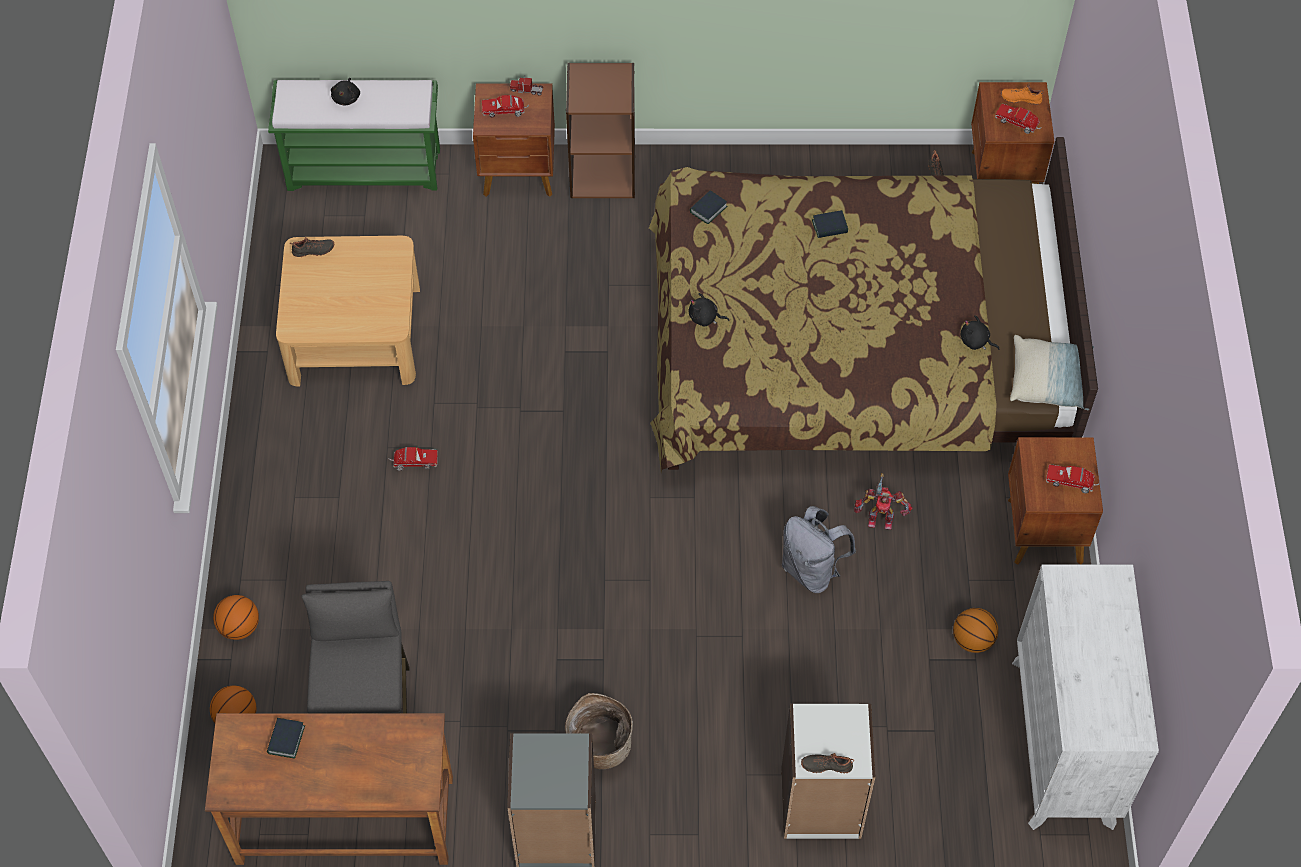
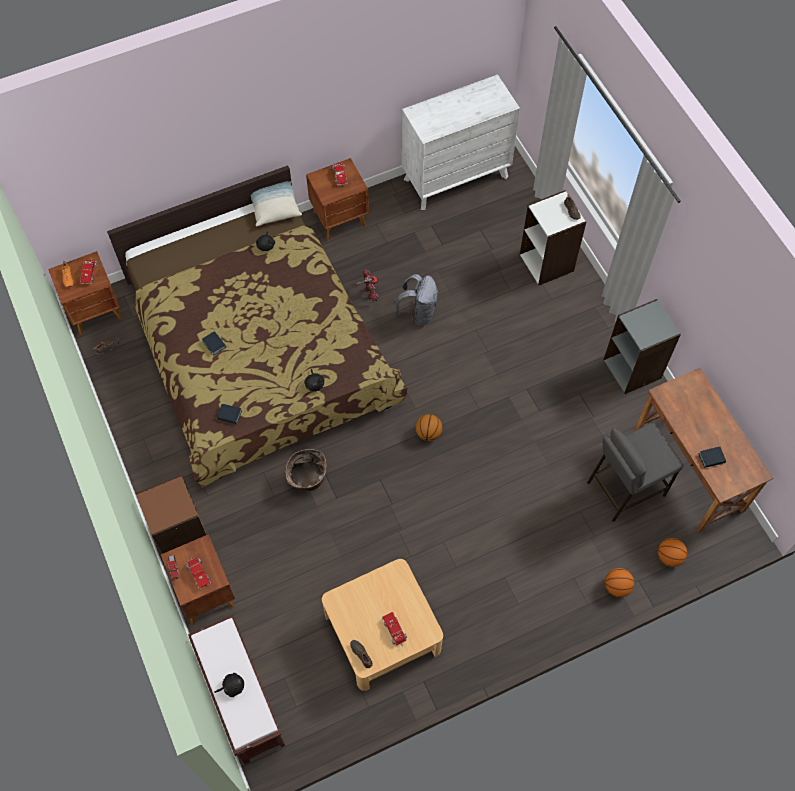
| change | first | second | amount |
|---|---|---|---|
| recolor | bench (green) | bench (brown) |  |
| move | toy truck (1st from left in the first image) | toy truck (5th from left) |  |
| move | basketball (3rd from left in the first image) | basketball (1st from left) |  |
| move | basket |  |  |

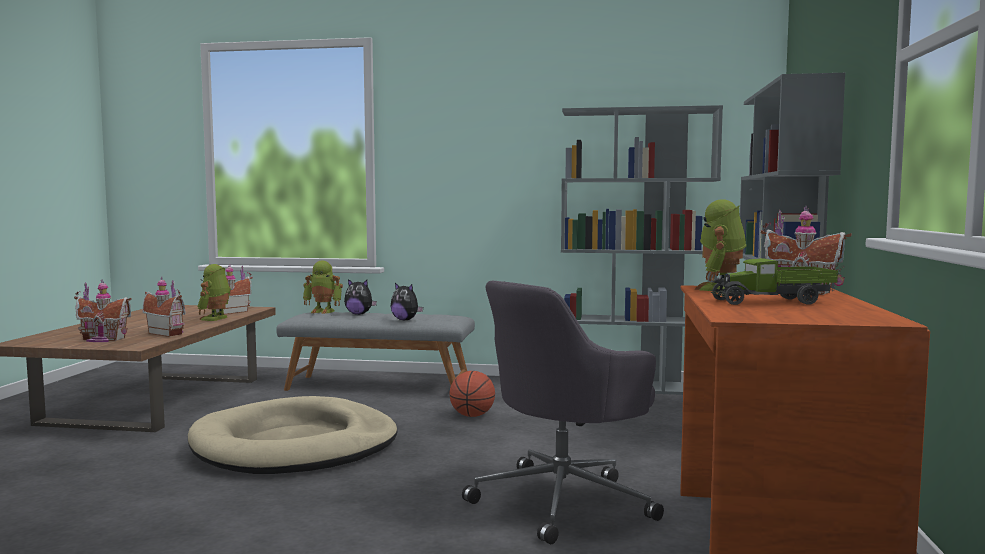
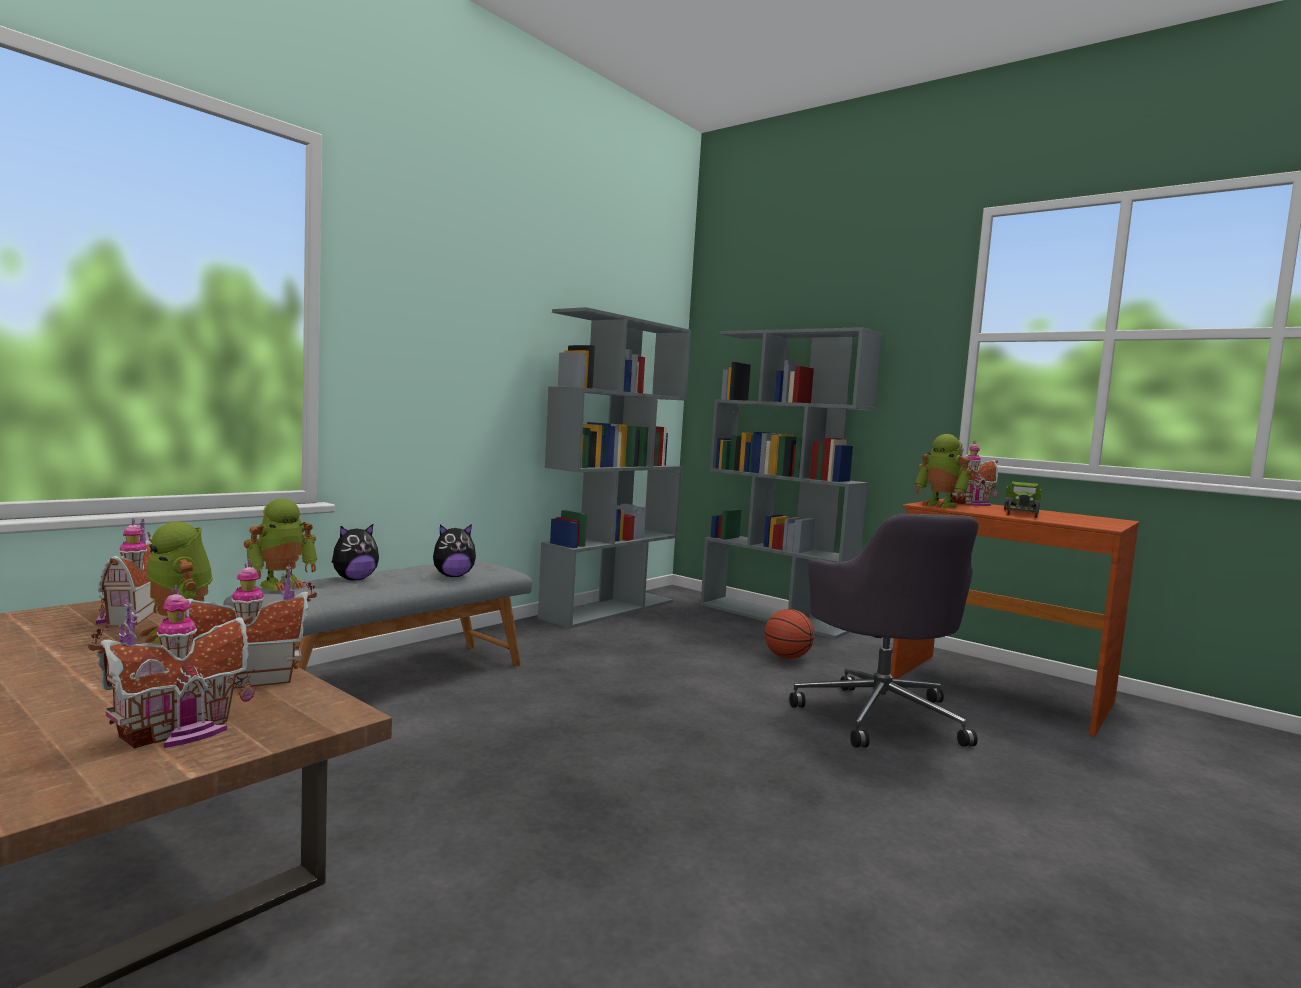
| change | first | second | amount |
|---|---|---|---|
| move | basketball |  |  |
| delete | dog bed (beige) |  |  |

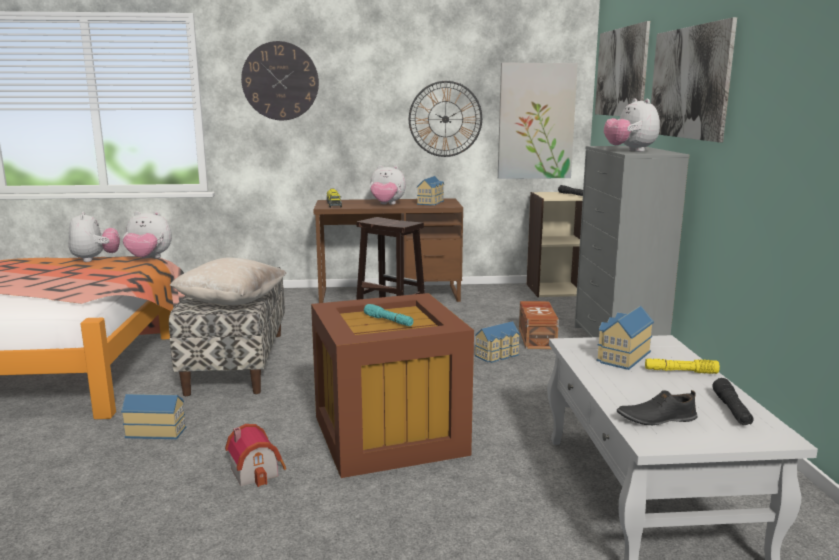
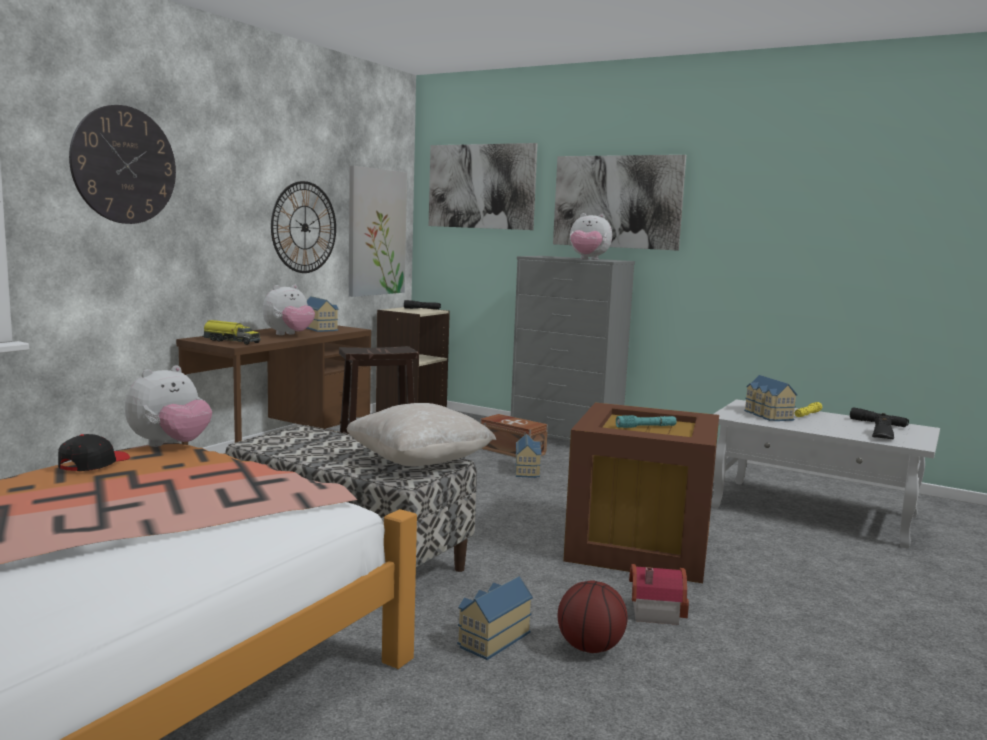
| change | first | second | amount |
|---|---|---|---|
| replace | plush toy (1st from left) | cap (black) |  |
| insert |  | basketball |  |

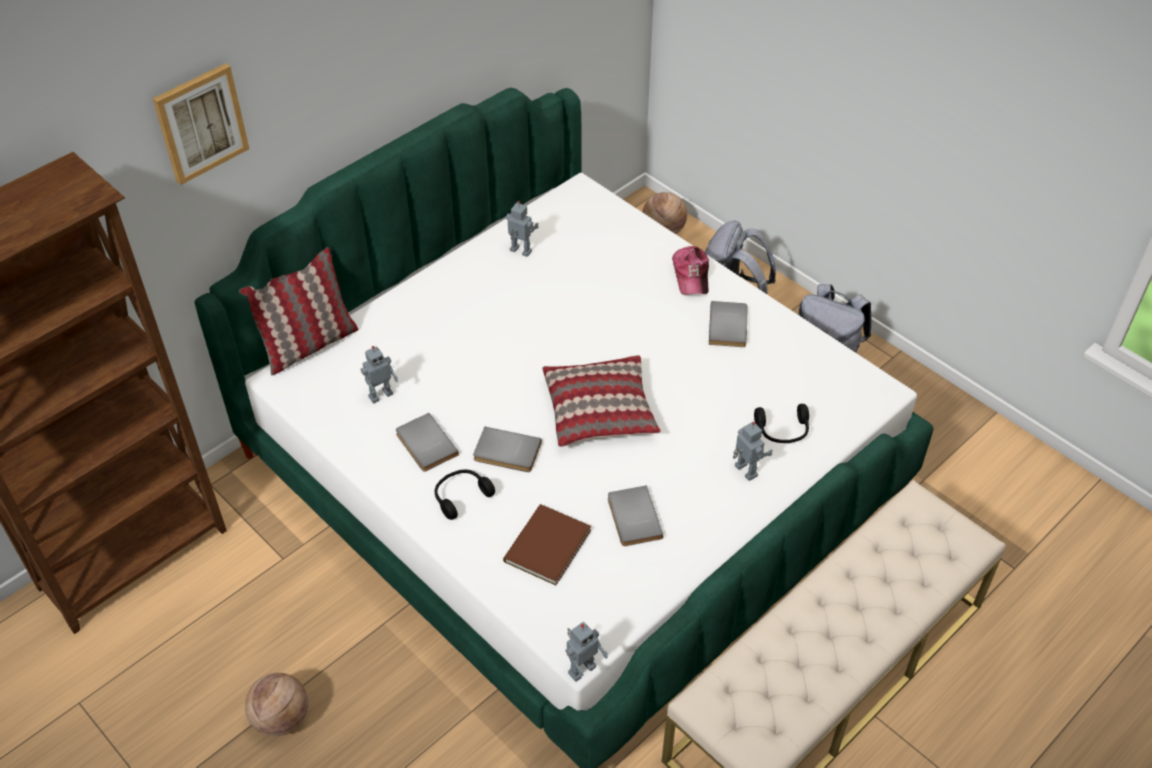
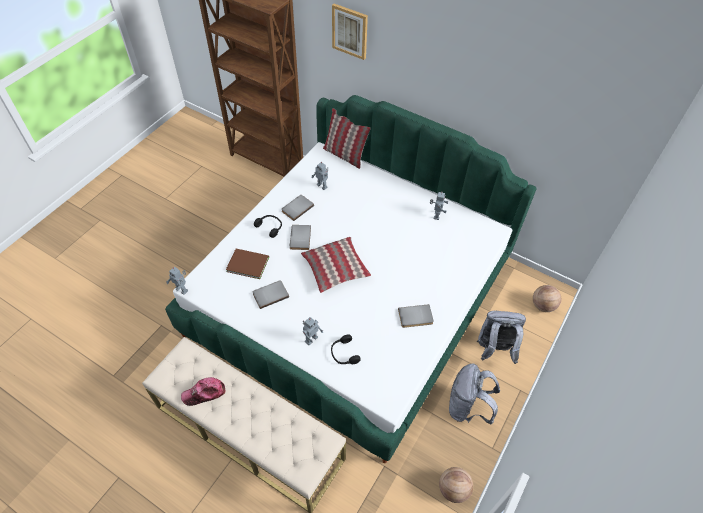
| change | first | second | amount |
|---|---|---|---|
| move | cap |  |  |
| move | basketball (1st from left) |  |  |

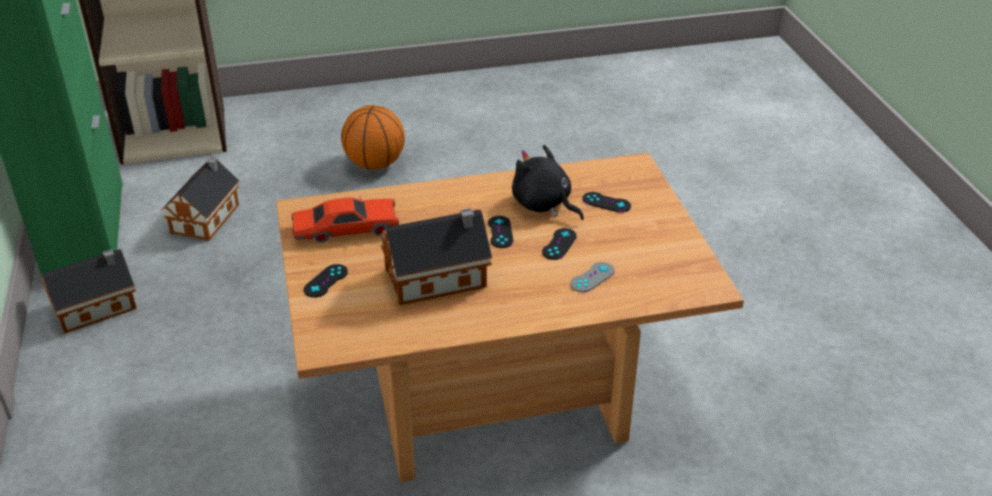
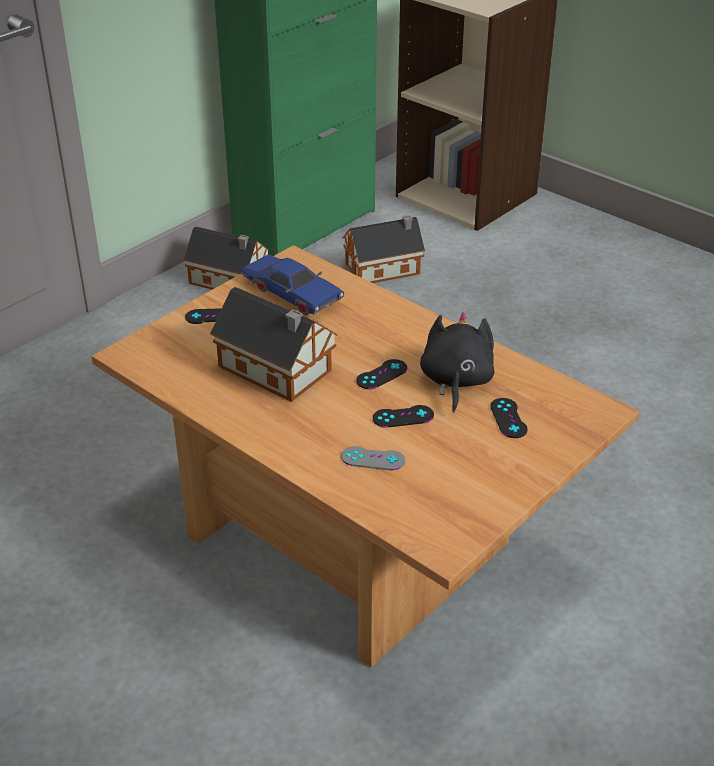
| change | first | second | amount |
|---|---|---|---|
| delete | basketball |  |  |
| recolor | toy car (red) | toy car (blue) |  |

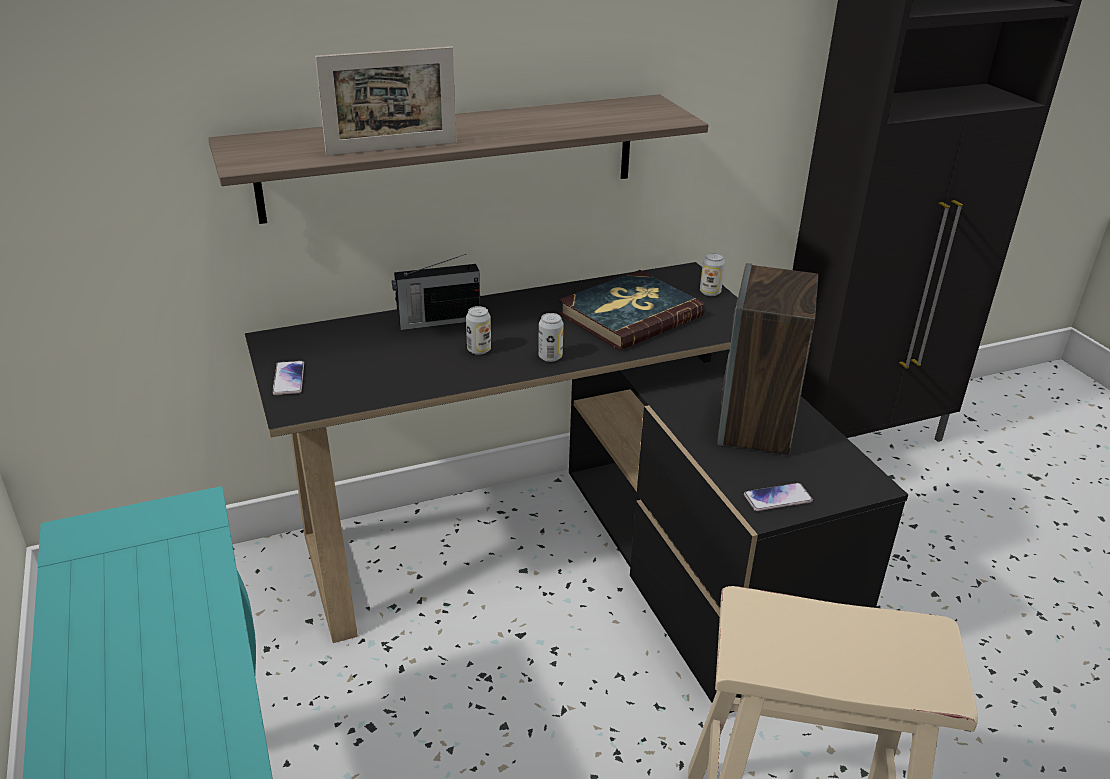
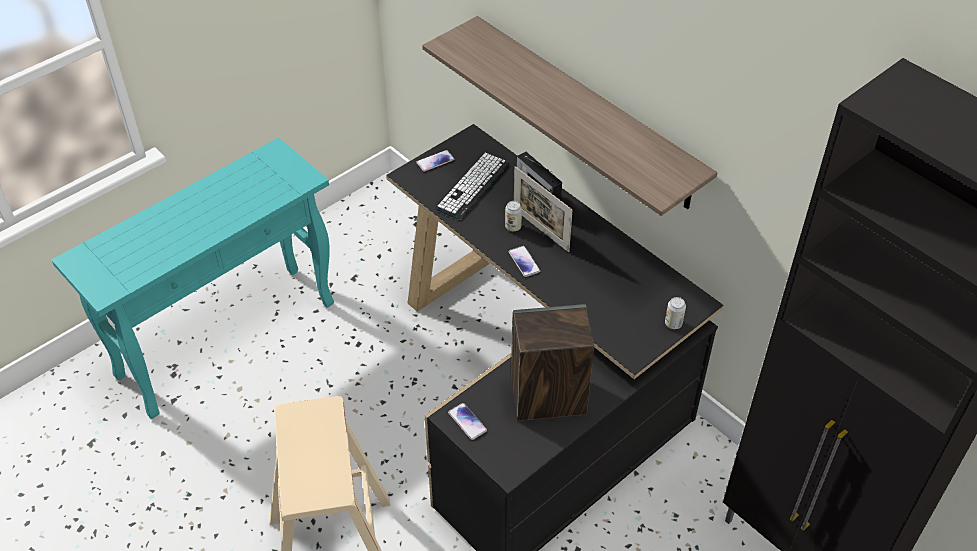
| change | first | second | amount |
|---|---|---|---|
| move | picture frame |  |  |
| delete | book |  |  |
| replace | can (2nd from left) | phone (3rd from left) |  |
| insert |  | keyboard |  |

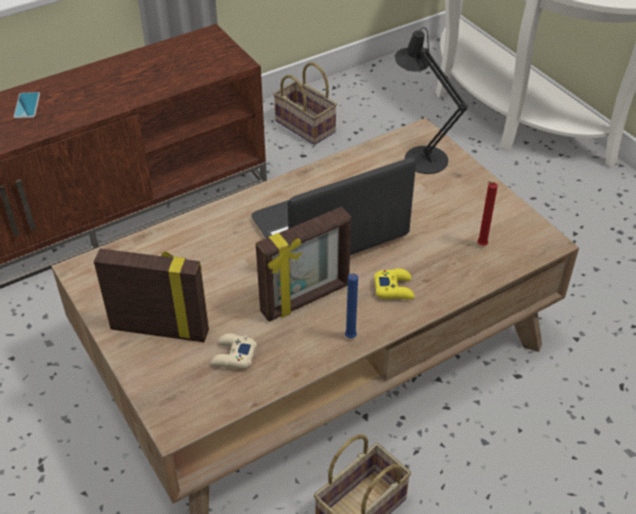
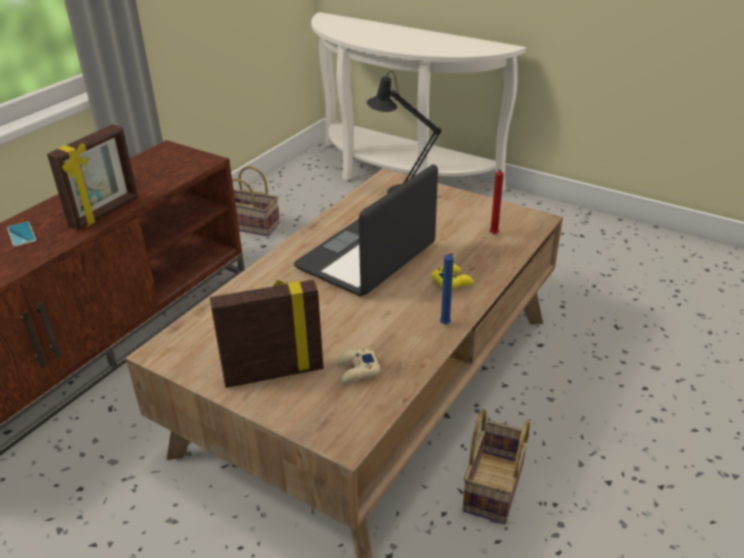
| change | first | second | amount |
|---|---|---|---|
| move | picture frame (2nd from left in the first image) | picture frame (1st from left) |  |

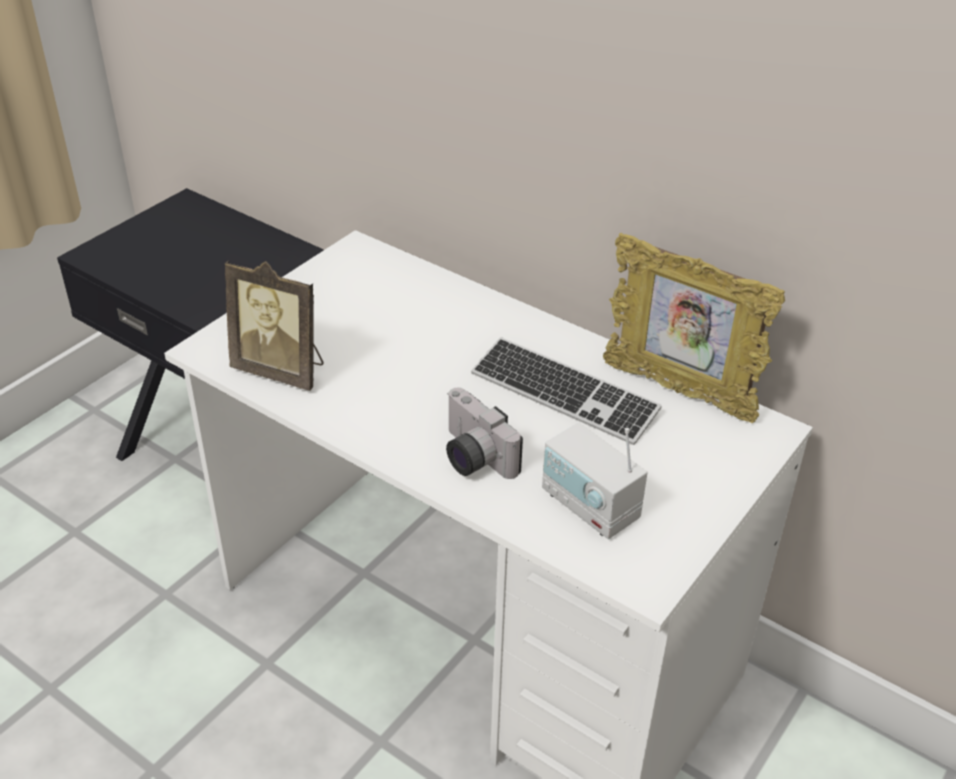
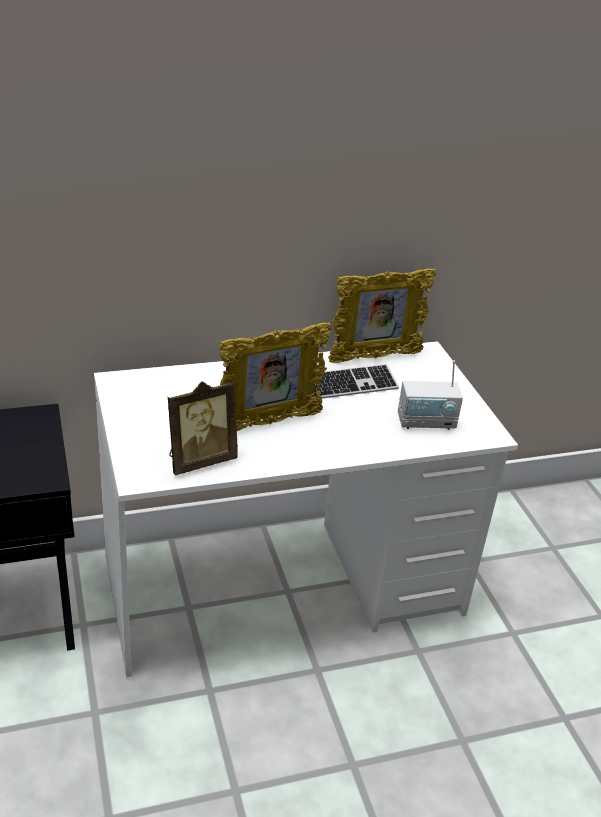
| change | first | second | amount |
|---|---|---|---|
| delete | photo camera |  |  |
| insert |  | picture frame (2nd from left) |  |

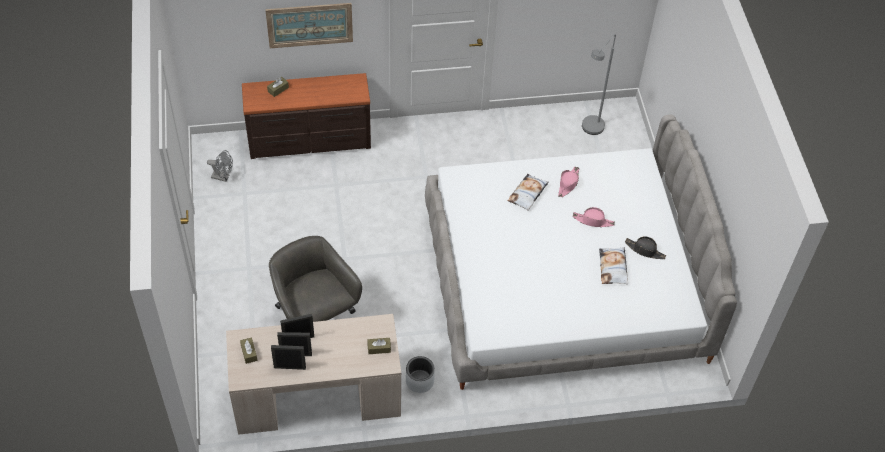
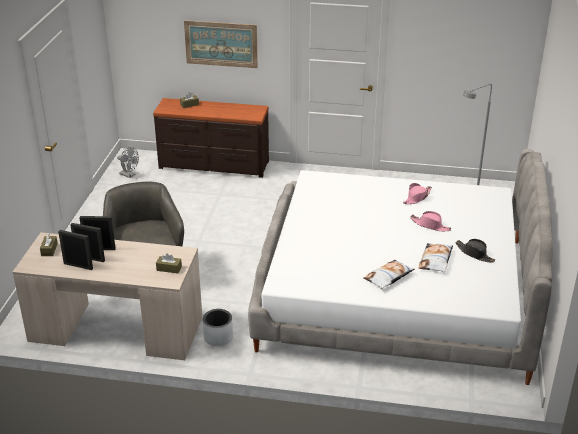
| change | first | second | amount |
|---|---|---|---|
| move | pillow (1st from left) |  |  |

